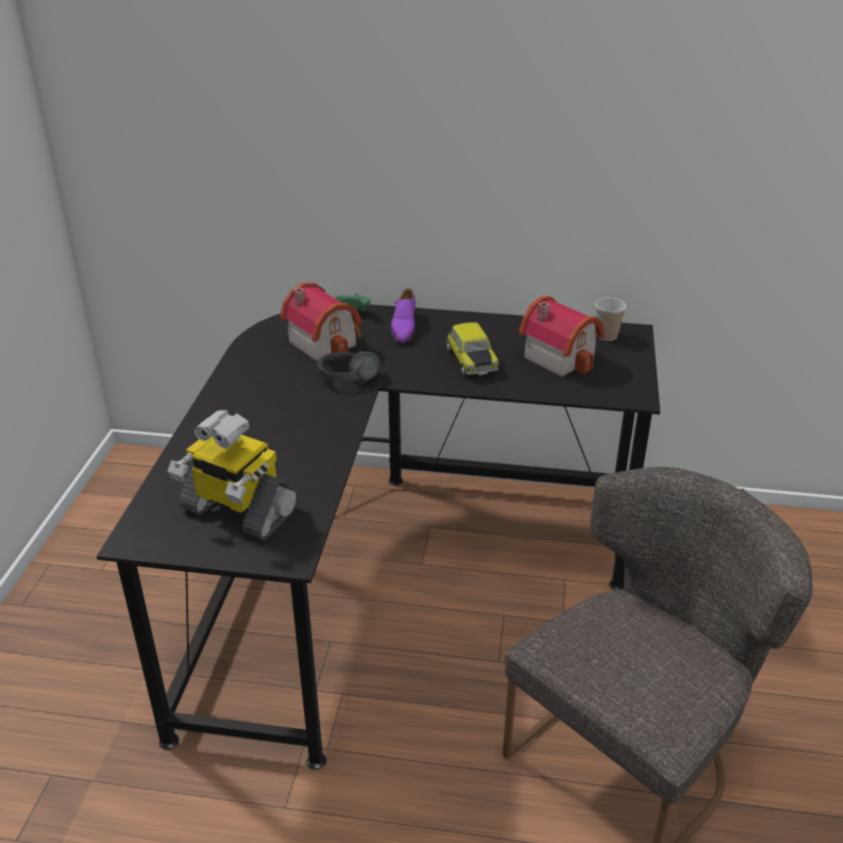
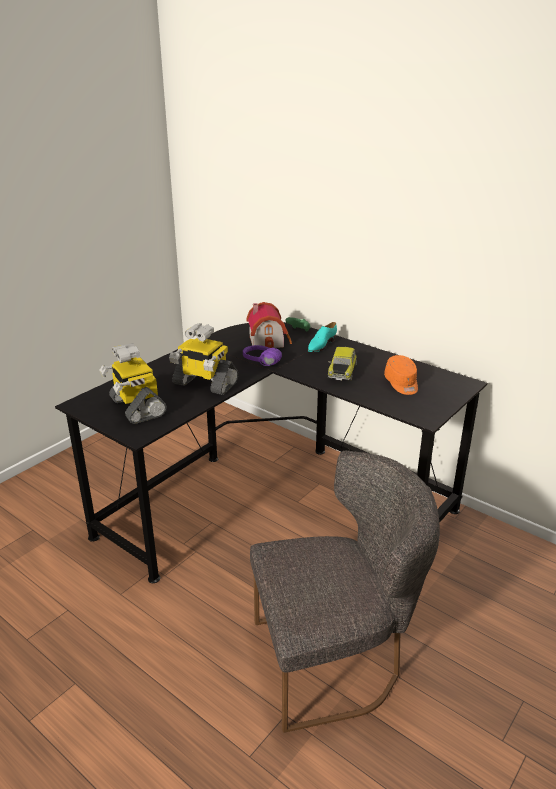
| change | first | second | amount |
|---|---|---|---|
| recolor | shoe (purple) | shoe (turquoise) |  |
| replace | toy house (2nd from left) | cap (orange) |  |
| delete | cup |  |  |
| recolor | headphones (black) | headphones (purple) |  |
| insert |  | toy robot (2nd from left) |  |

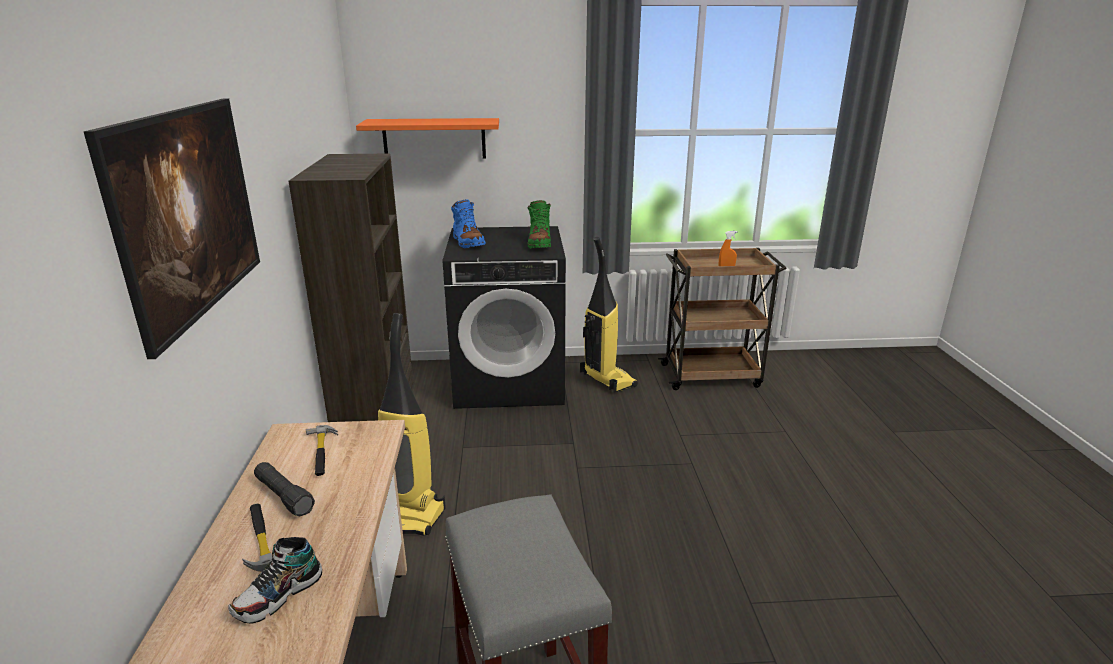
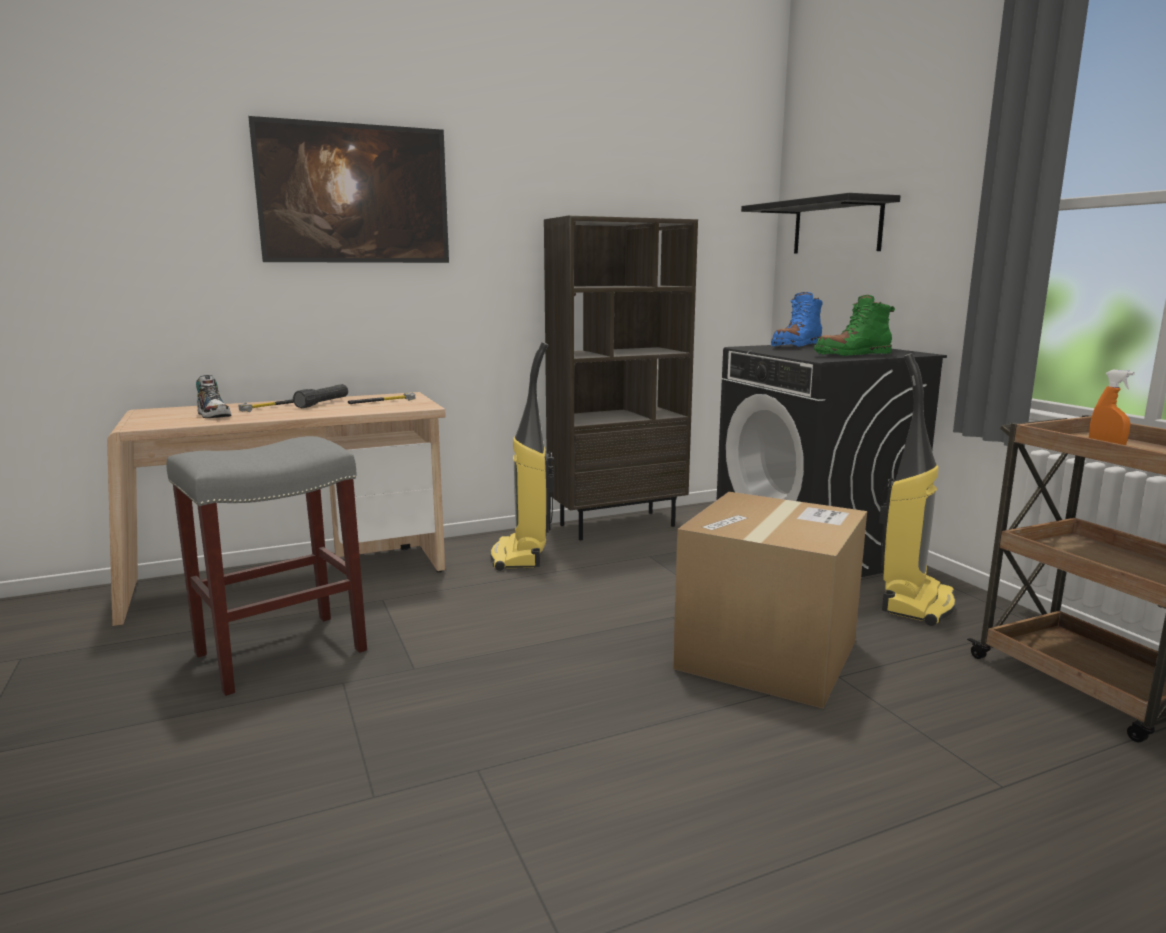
| change | first | second | amount |
|---|---|---|---|
| recolor | shelf (orange) | shelf (black) |  |
| rotate | shoe |  | 150 degrees counterclockwise |
| insert |  | cardboard box |  |

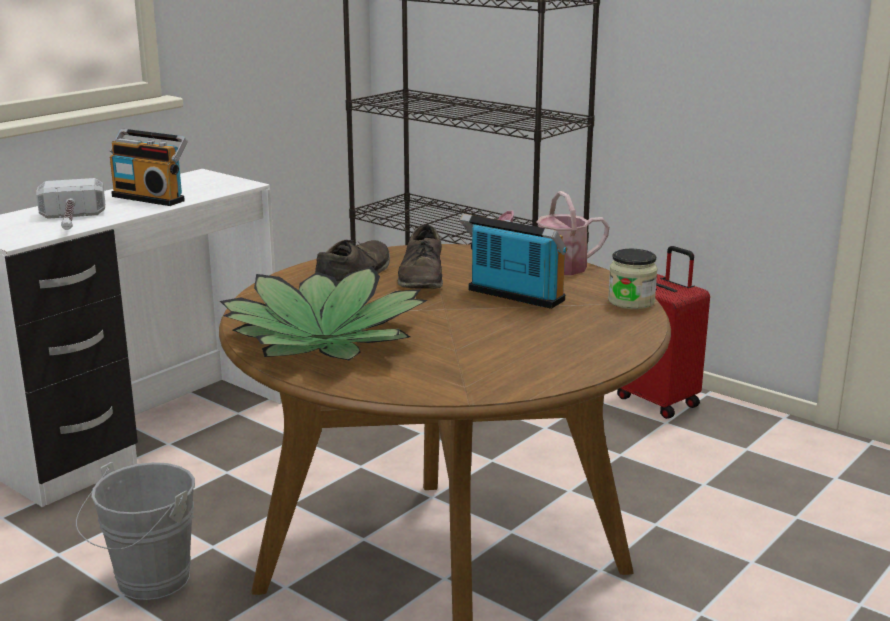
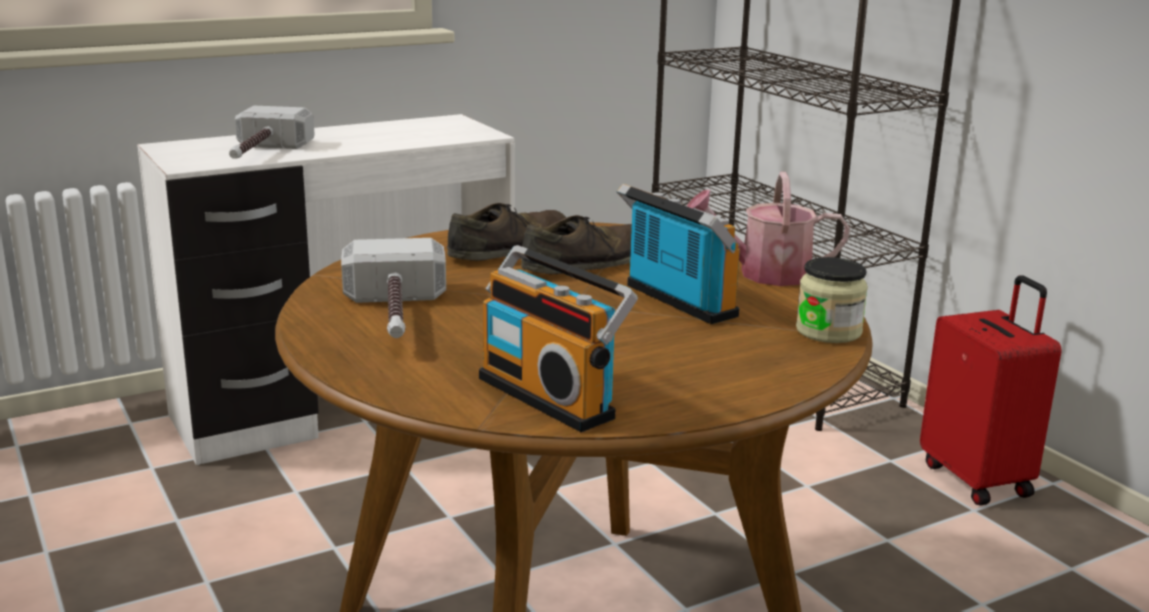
| change | first | second | amount |
|---|---|---|---|
| move | radio (1st from left) |  |  |
| rotate | shoe (brown) (2nd from left) |  | 150 degrees counterclockwise |
| replace | potted plant | hammer (2nd from left) |  |
| delete | bucket (grey) |  |  |

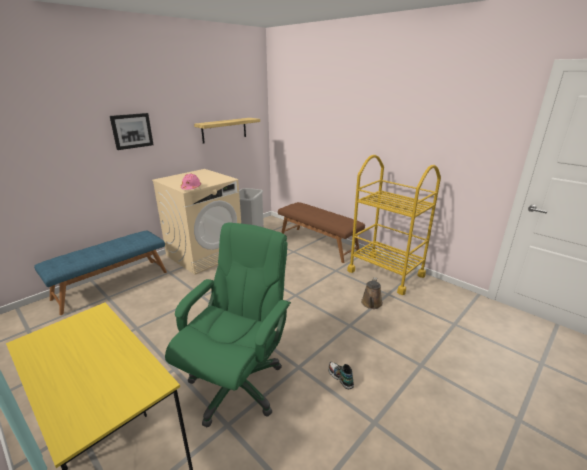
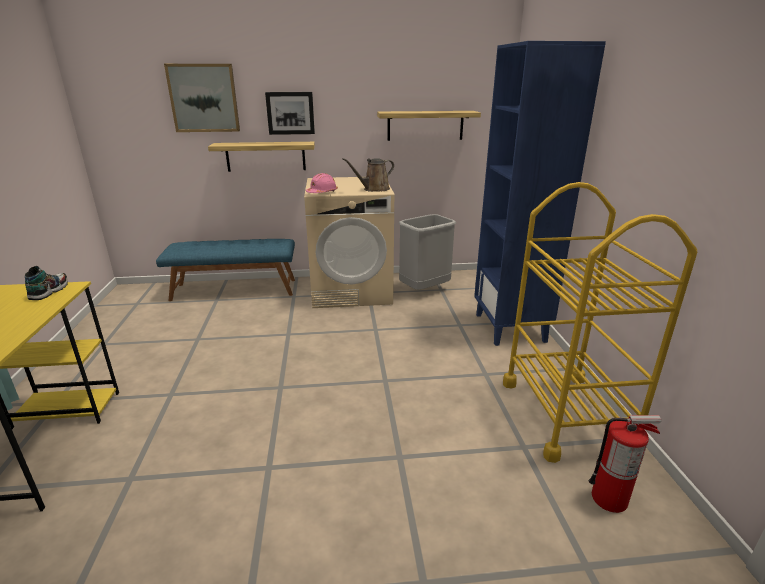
| change | first | second | amount |
|---|---|---|---|
| replace | bench (brown) | bookcase (blue) |  |
| delete | office chair (green) |  |  |
| move | watering can (brown) |  |  |
| move | shoe |  |  |
| insert |  | picture (1st from left) |  |
| insert |  | shelf (1st from left) |  |
| insert |  | fire extinguisher |  |

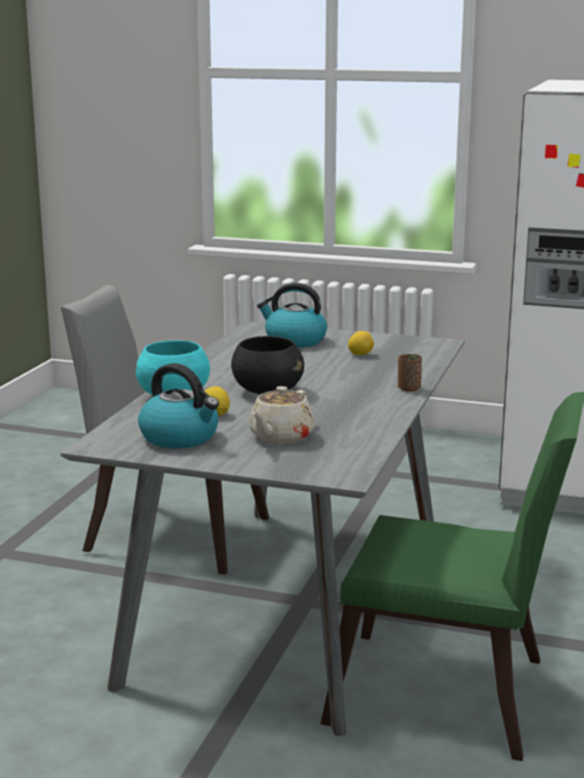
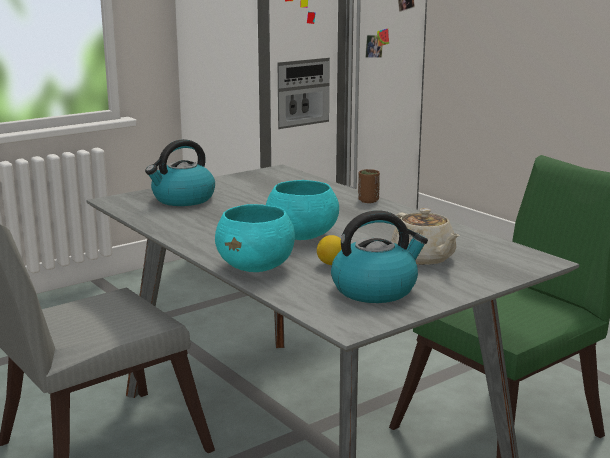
| change | first | second | amount |
|---|---|---|---|
| delete | lemon (2nd from left) |  |  |
| recolor | bowl (black) | bowl (turquoise) (2nd from left) |  |

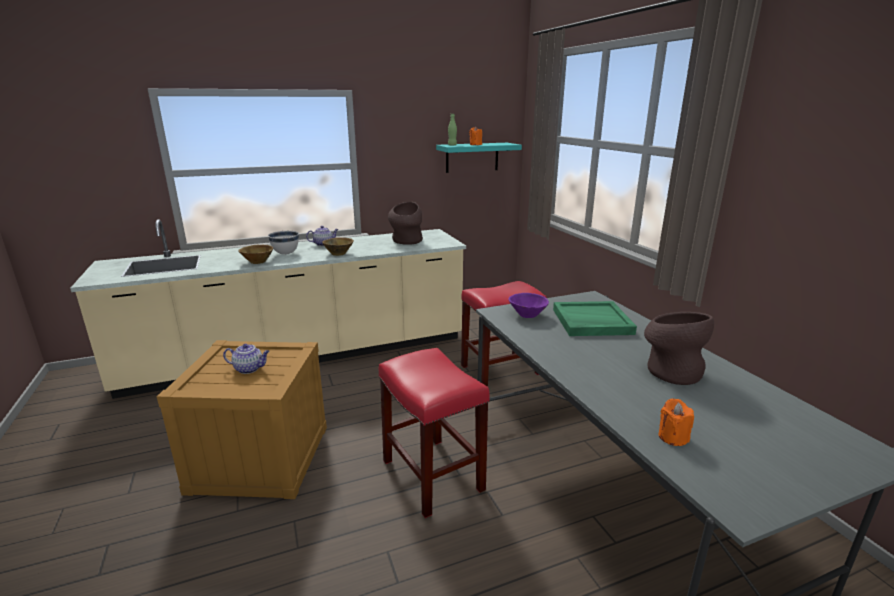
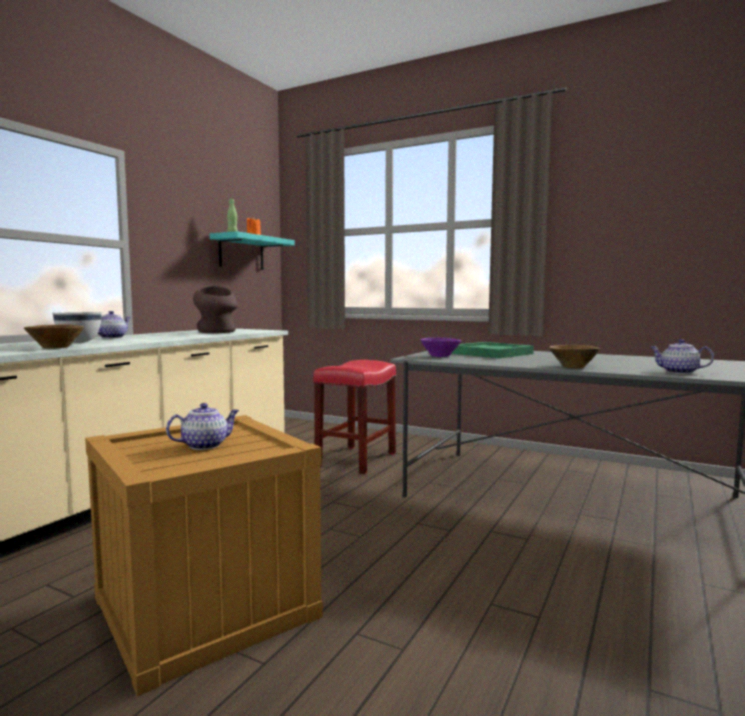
| change | first | second | amount |
|---|---|---|---|
| move | bowl (brown) (2nd from left) |  |  |
| delete | vase (brown) (2nd from left) |  |  |
| delete | stool (red) (1st from left) |  |  |
| replace | candle (orange) (2nd from left) | teapot (3rd from left) |  |

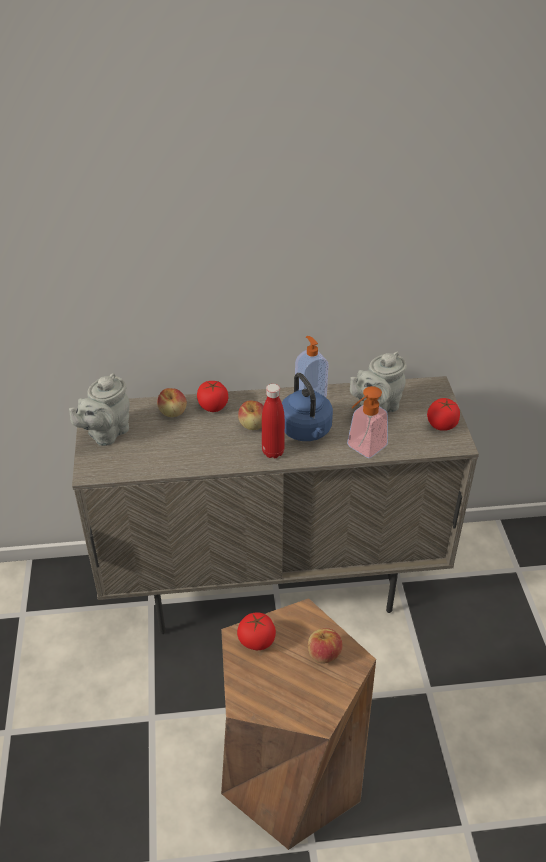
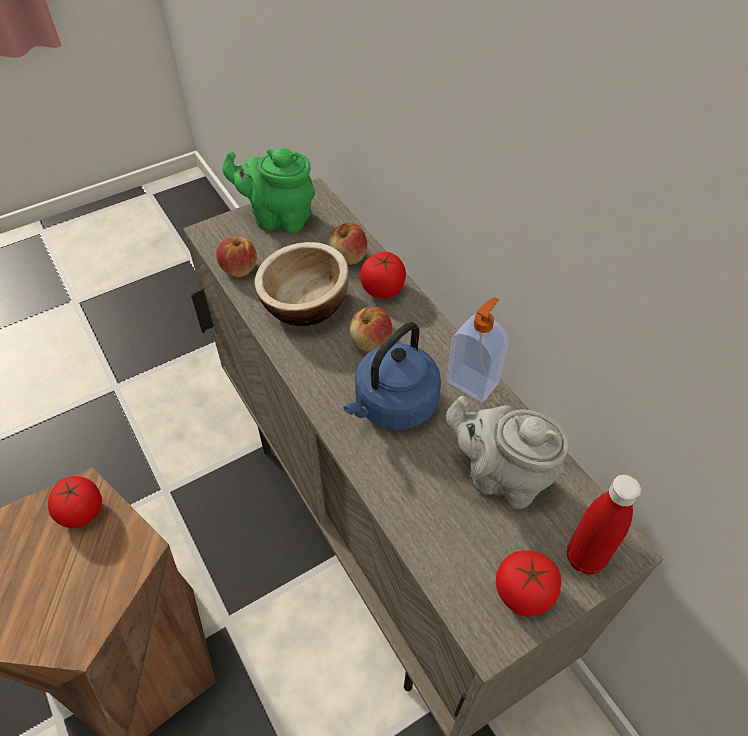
| change | first | second | amount |
|---|---|---|---|
| recolor | teapot (grey) (1st from left) | teapot (green) |  |
| move | bottle (red) |  |  |
| delete | soap dispenser (2nd from left) |  |  |
| move | apple (3rd from left in the first image) | apple (1st from left) |  |
| insert |  | bowl |  |

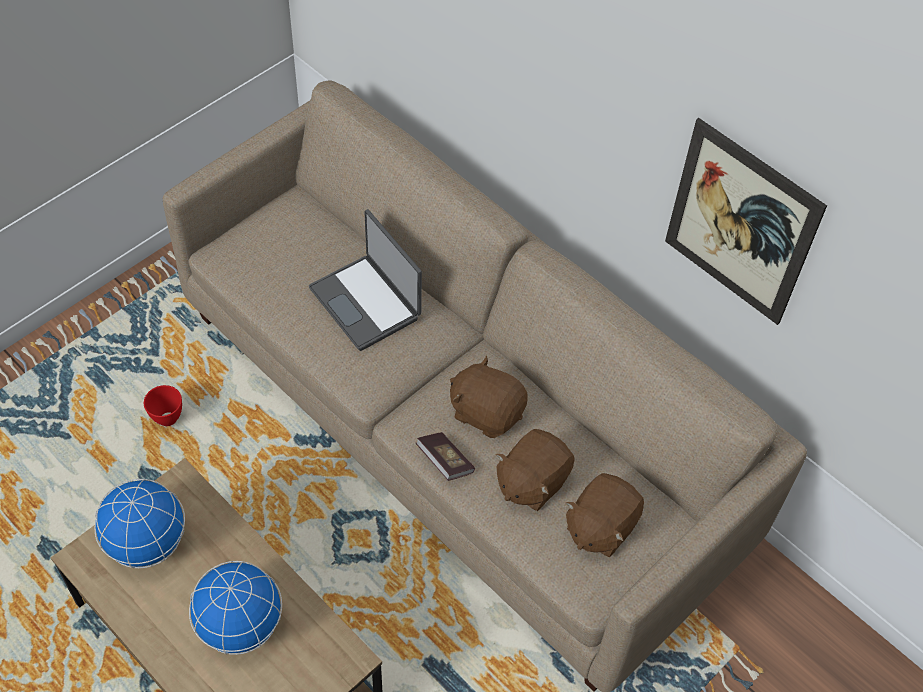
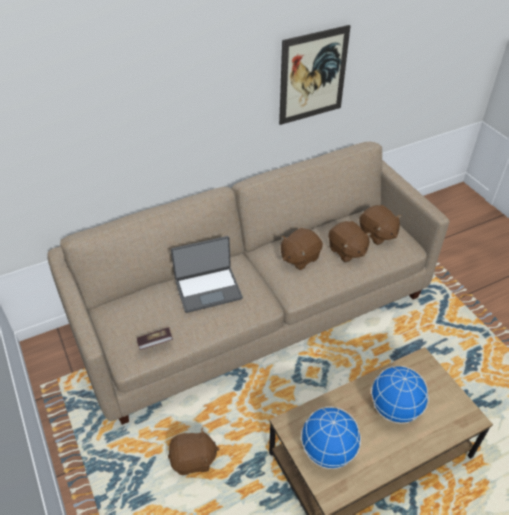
| change | first | second | amount |
|---|---|---|---|
| replace | bowl (red) | plush toy (brown) (1st from left) |  |
| move | book |  |  |

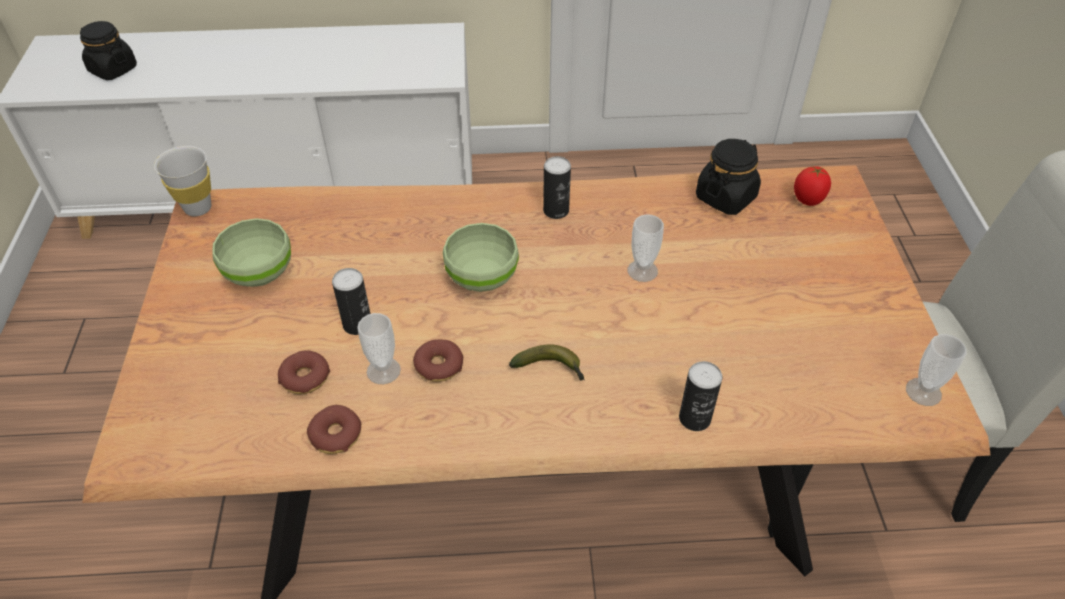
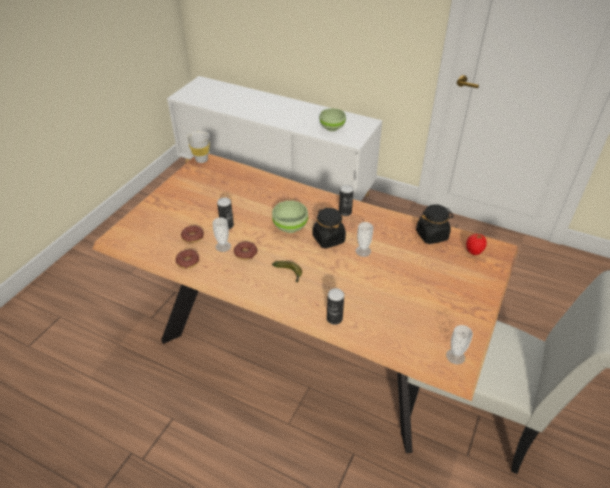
| change | first | second | amount |
|---|---|---|---|
| move | jar (black) (1st from left) |  |  |
| move | bowl (green) (1st from left in the first image) | bowl (green) (2nd from left) |  |

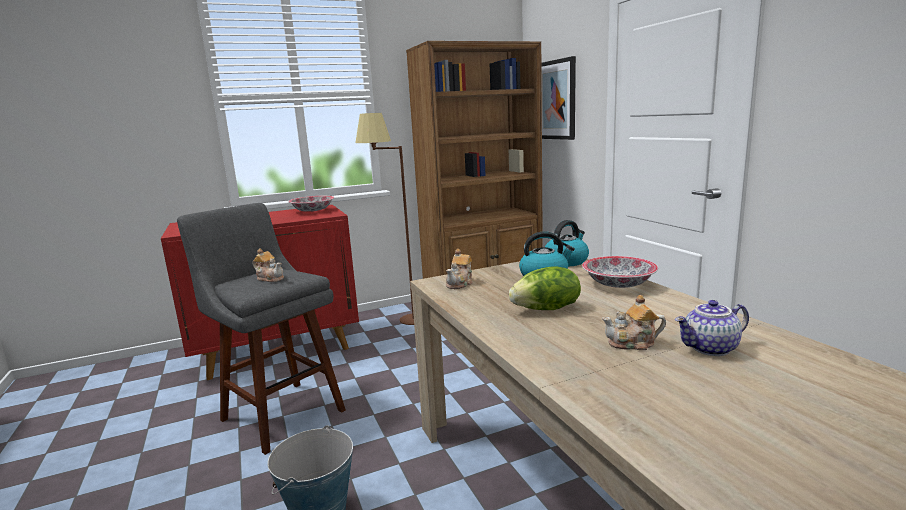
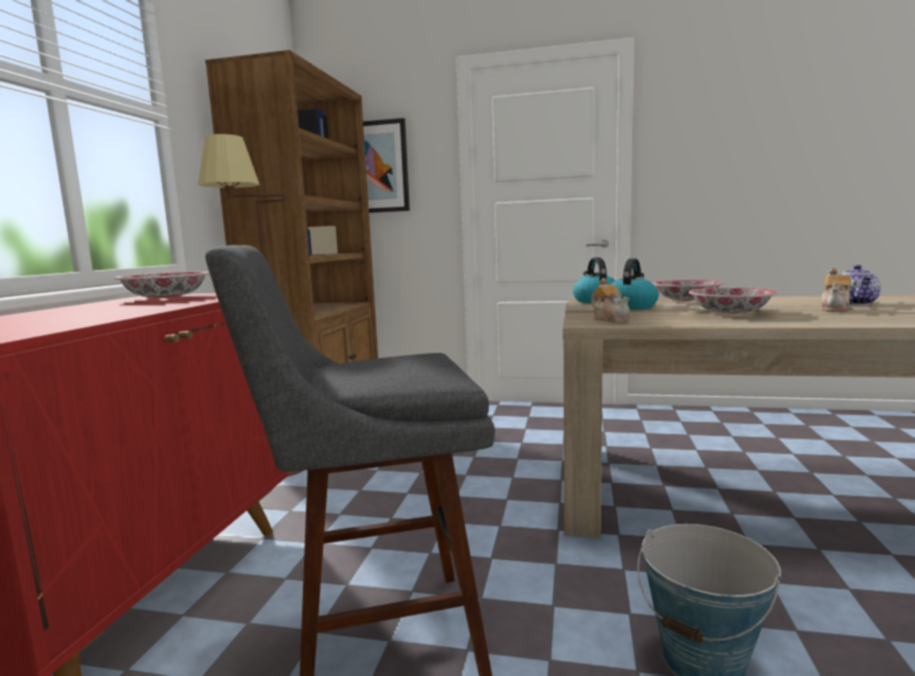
| change | first | second | amount |
|---|---|---|---|
| delete | teapot (1st from left) |  |  |
| replace | lettuce | bowl (3rd from left) |  |

